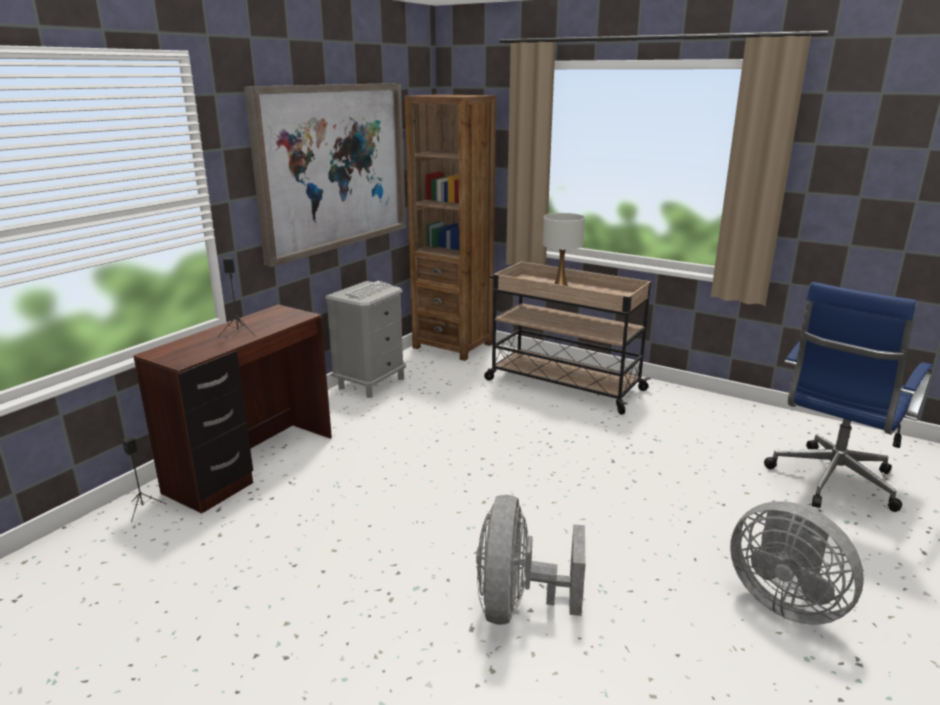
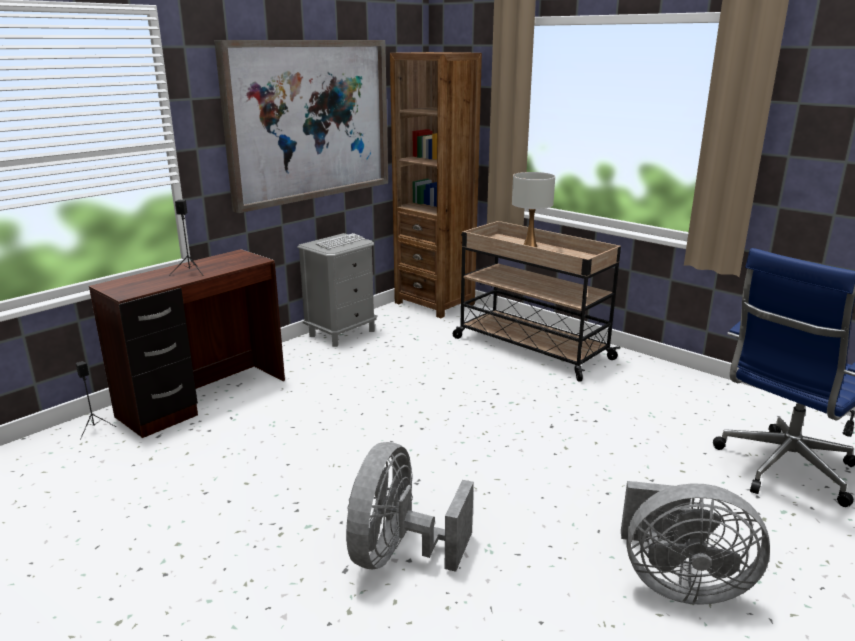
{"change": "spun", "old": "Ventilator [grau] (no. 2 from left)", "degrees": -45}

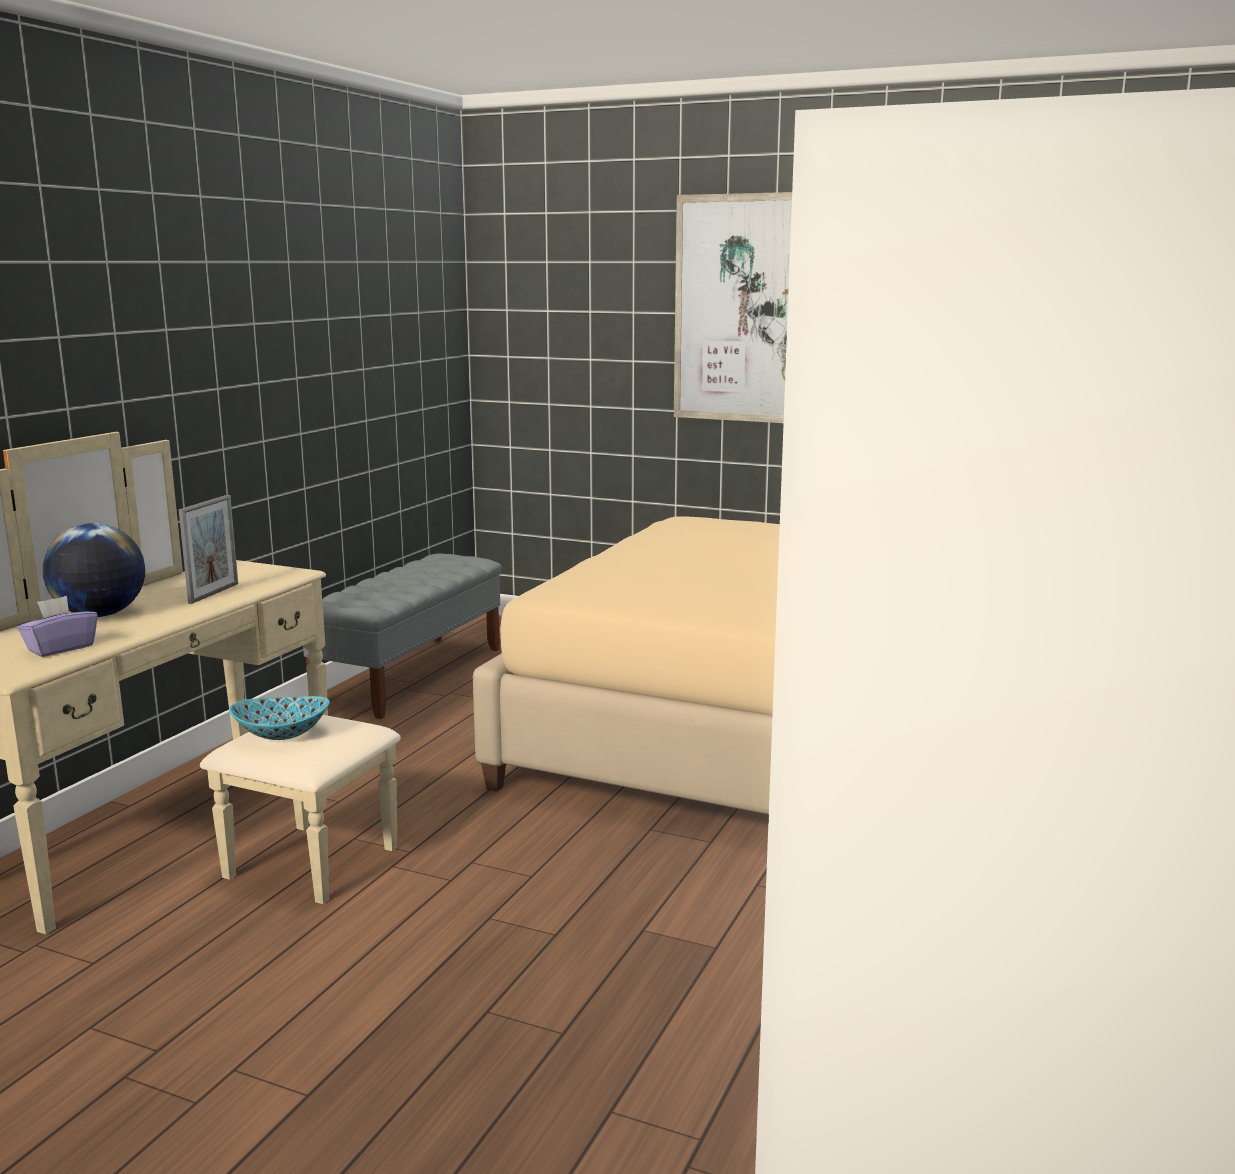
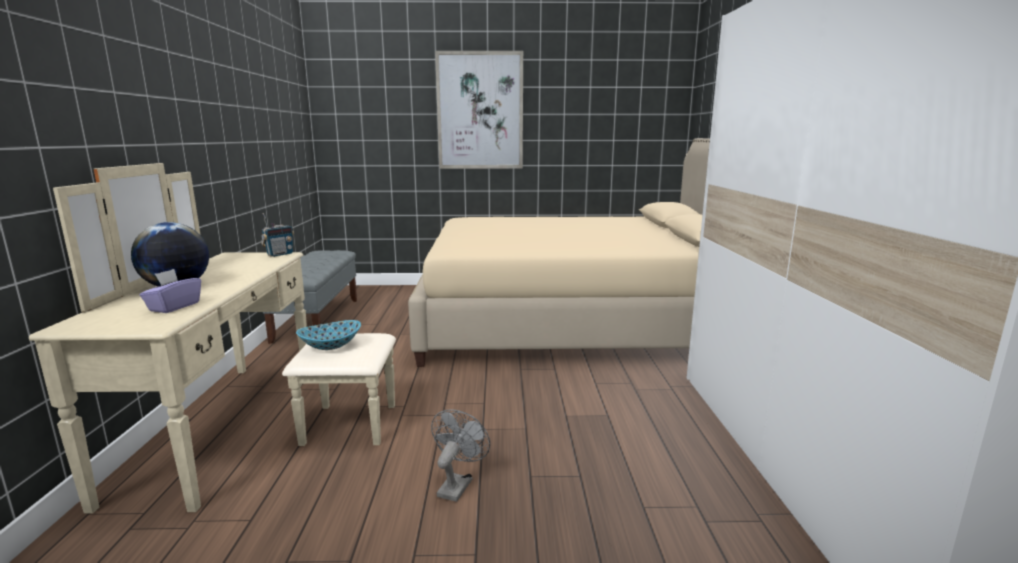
{"change": "missing", "old": "Bilderrahmen"}
{"change": "appeared", "new": "Radio"}
{"change": "appeared", "new": "Ventilator [grau]"}

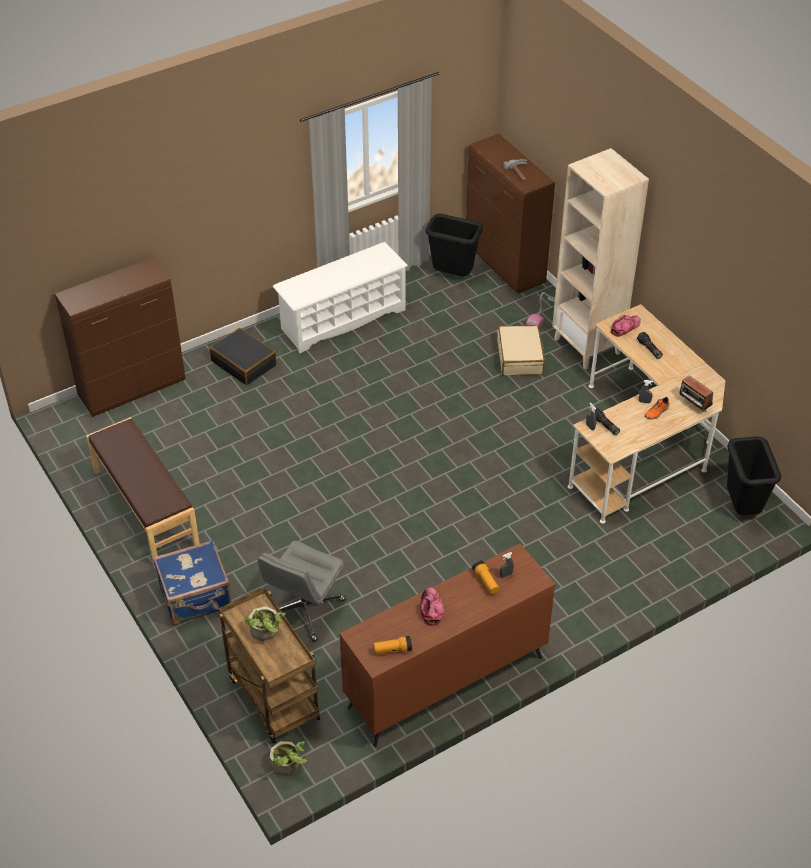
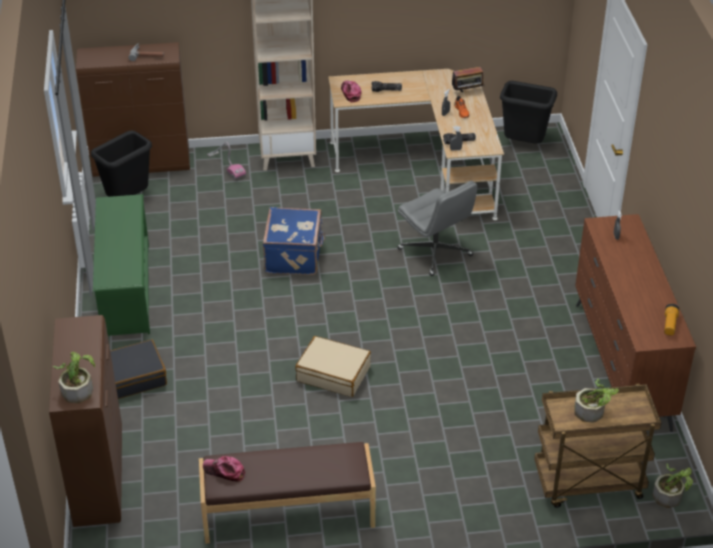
{"change": "colour", "old": "Schuhregal [weiß]", "new": "Schuhregal [grün]"}
{"change": "relocated", "old": "Koffer [beige]"}
{"change": "relocated", "old": "Koffer [blau]"}
{"change": "relocated", "old": "Bürostuhl [grau]"}
{"change": "missing", "old": "Taschenlampe (no. 2 from left)"}
{"change": "relocated", "old": "Kappe (no. 1 from left)"}
{"change": "appeared", "new": "Topfpflanze (no. 1 from left)"}

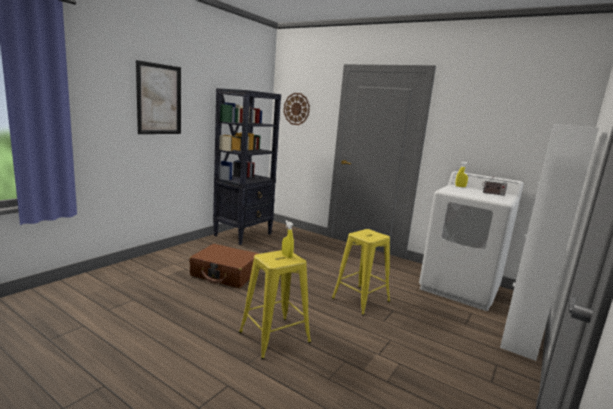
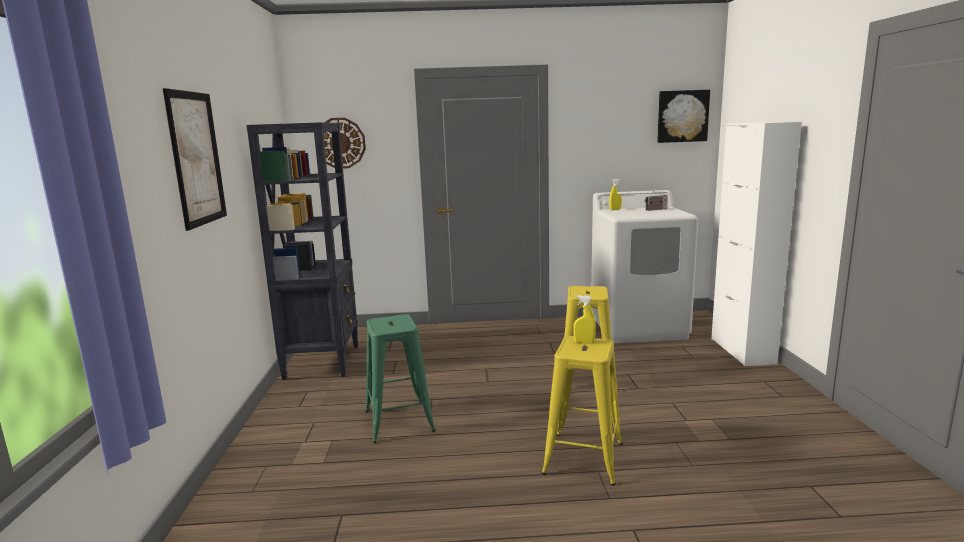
{"change": "exchanged", "old": "Koffer [braun]", "new": "Hocker [grün]"}
{"change": "appeared", "new": "Bild (no. 2 from left)"}

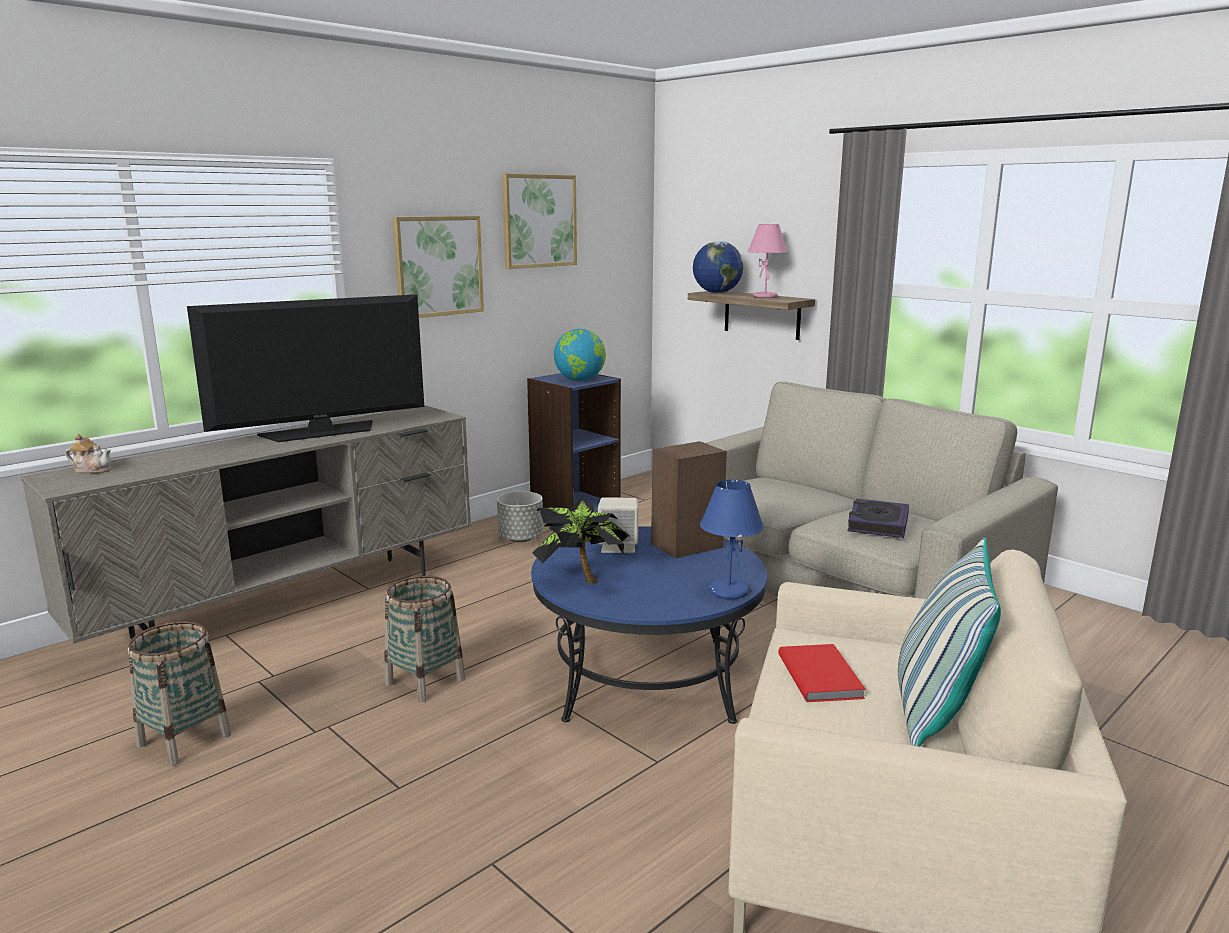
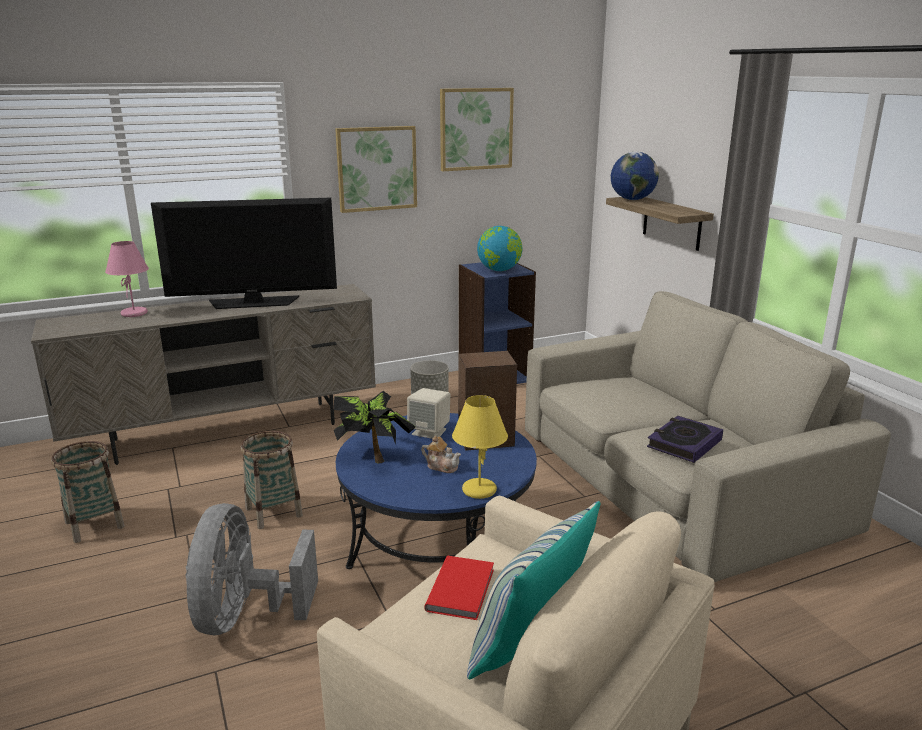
{"change": "relocated", "old": "Tischlampe [rosa]"}
{"change": "relocated", "old": "Teekanne"}
{"change": "colour", "old": "Tischlampe [blau]", "new": "Tischlampe [gelb]"}
{"change": "appeared", "new": "Ventilator [grau]"}

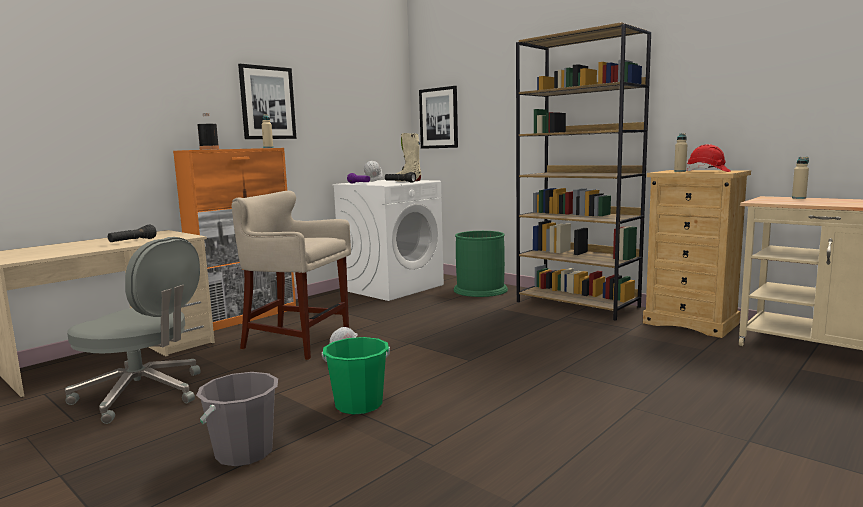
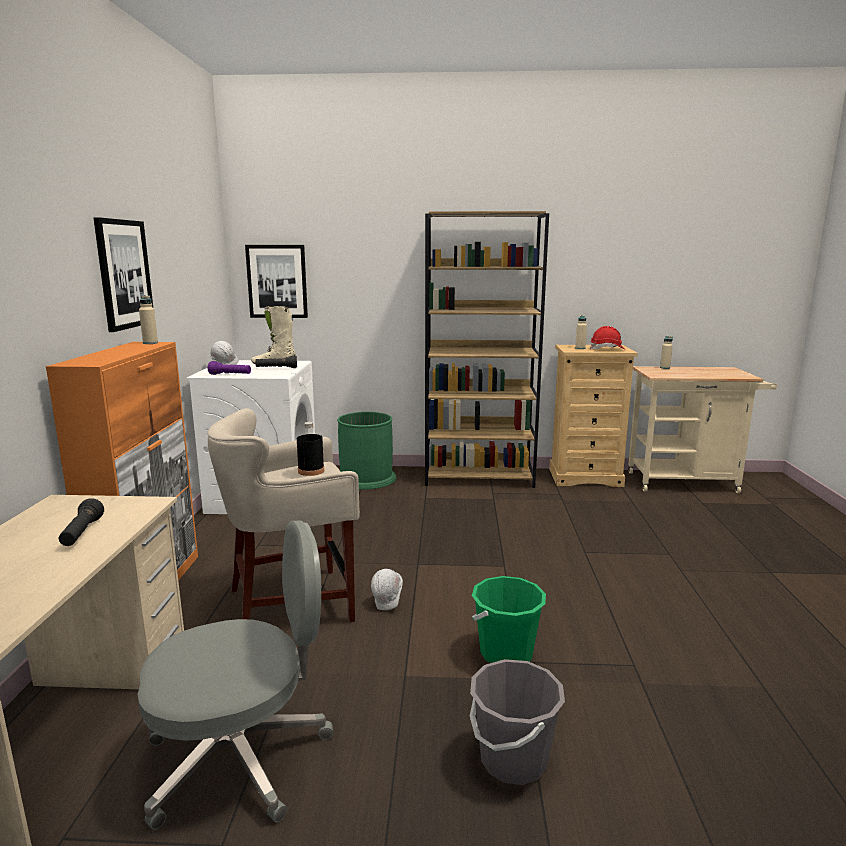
{"change": "relocated", "old": "Flasche [schwarz]"}

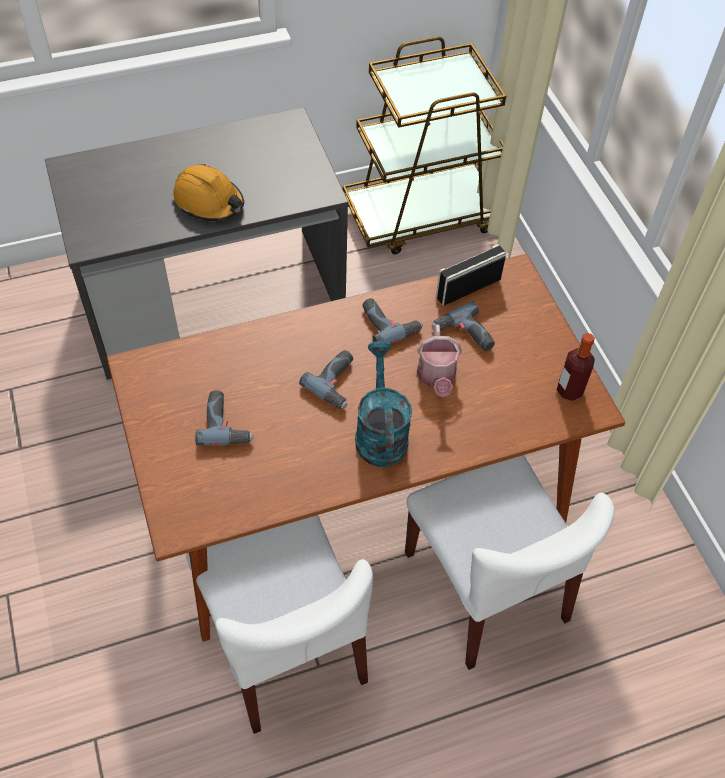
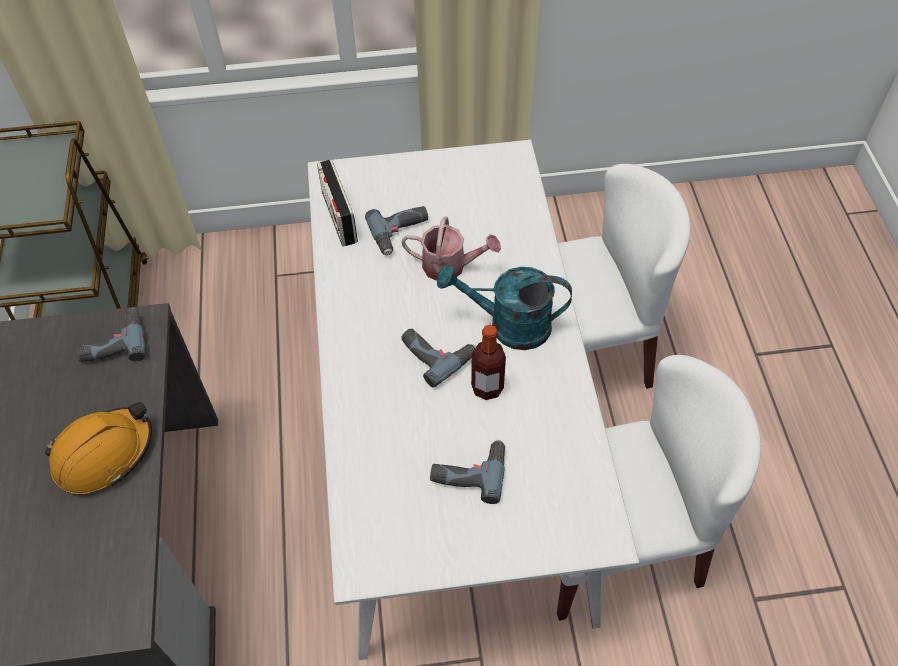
{"change": "colour", "old": "Esstisch [braun]", "new": "Esstisch [weiß]"}
{"change": "relocated", "old": "Bohrmaschine (no. 3 from left in the first image)", "new": "Bohrmaschine (no. 1 from left)"}
{"change": "relocated", "old": "Flasche"}

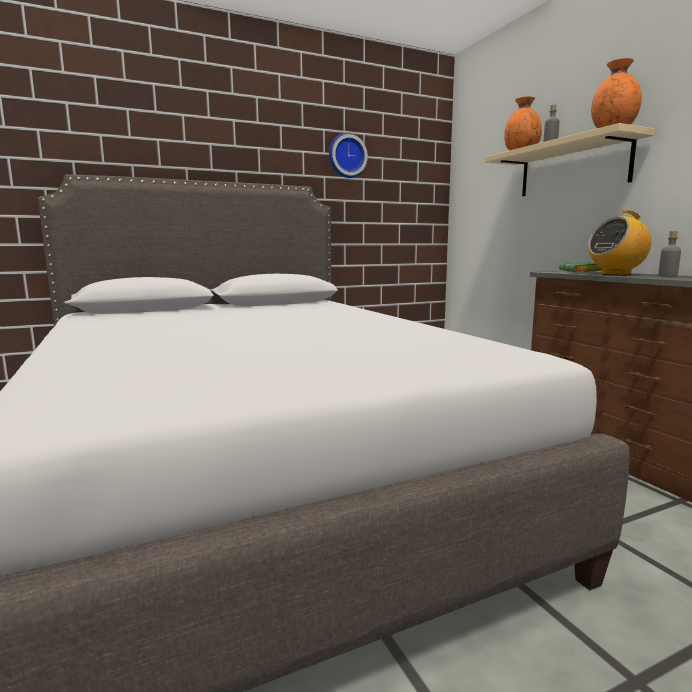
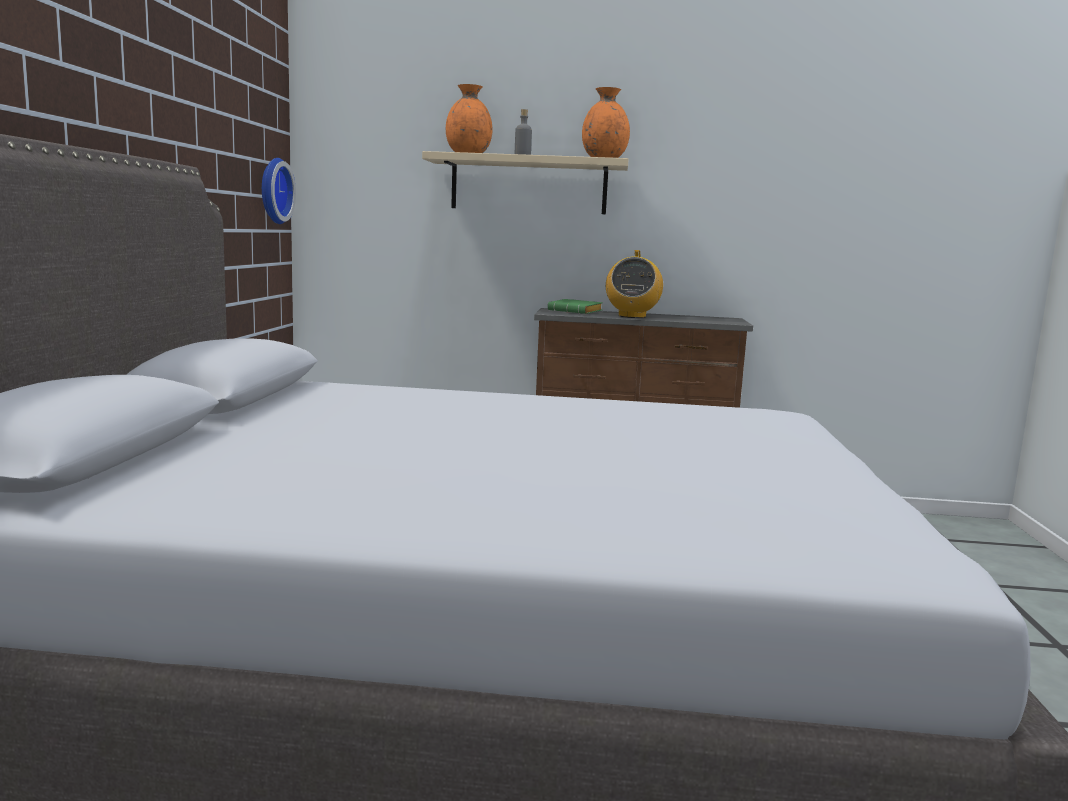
{"change": "relocated", "old": "Wanduhr"}
{"change": "missing", "old": "Flasche [grau] (no. 2 from left)"}

